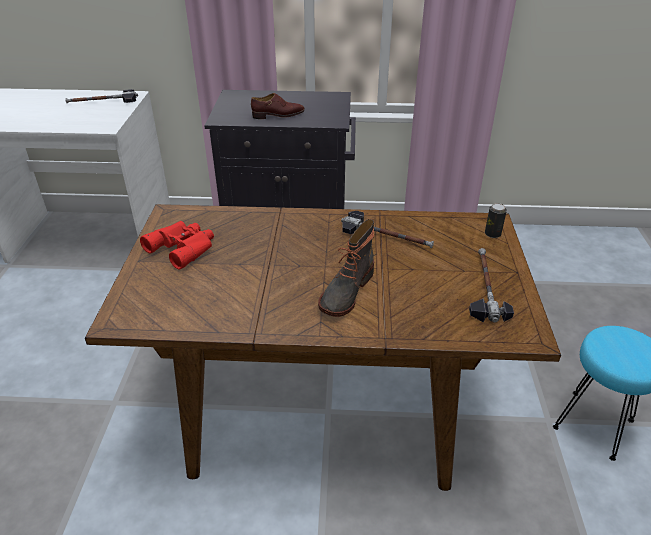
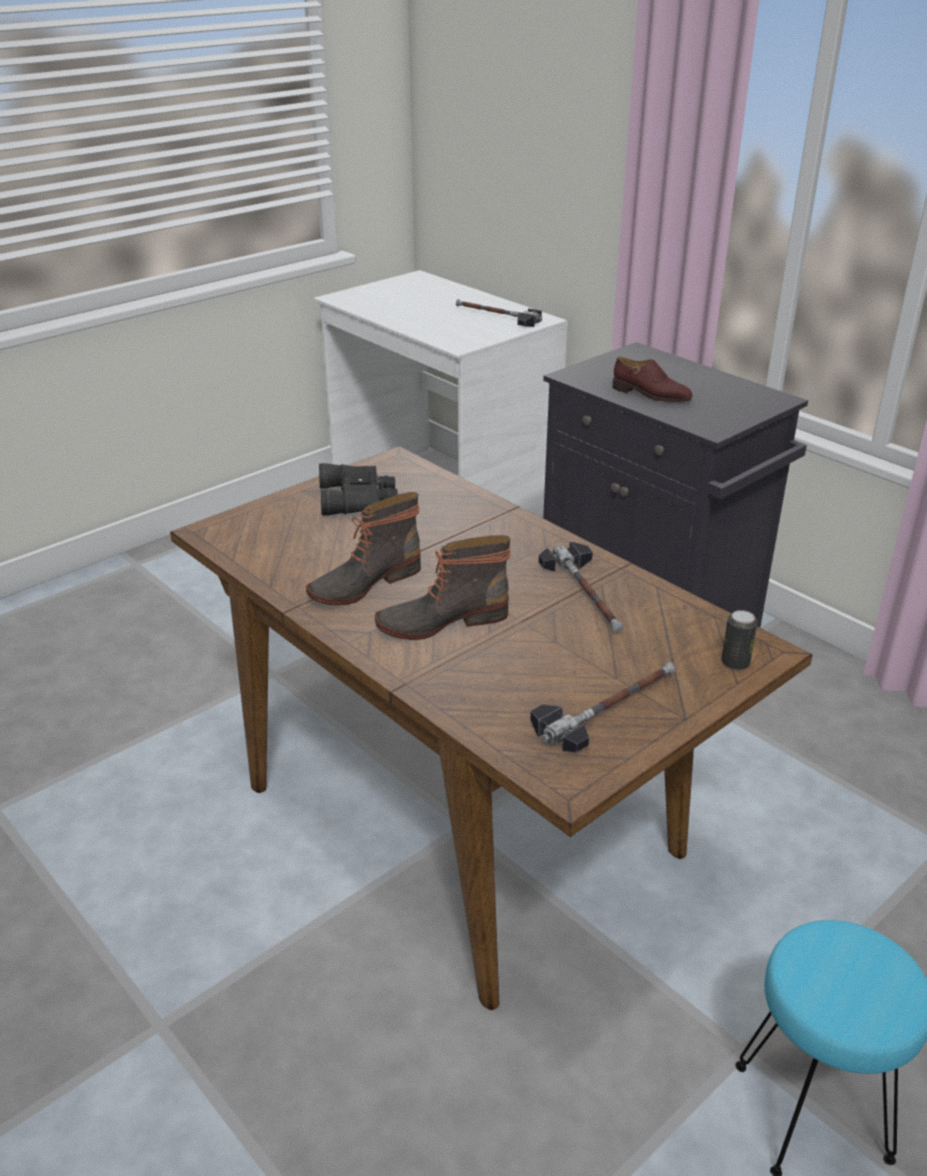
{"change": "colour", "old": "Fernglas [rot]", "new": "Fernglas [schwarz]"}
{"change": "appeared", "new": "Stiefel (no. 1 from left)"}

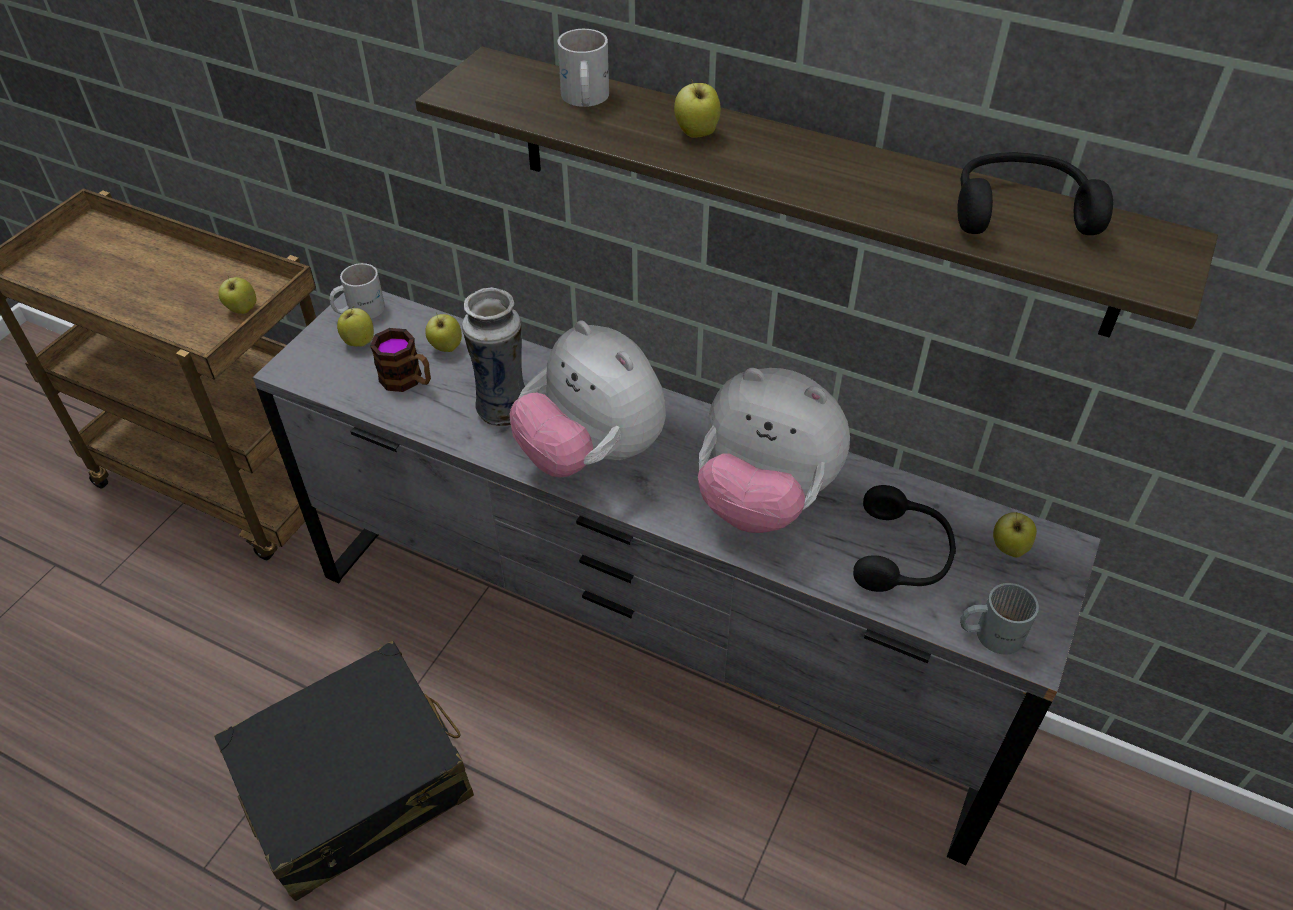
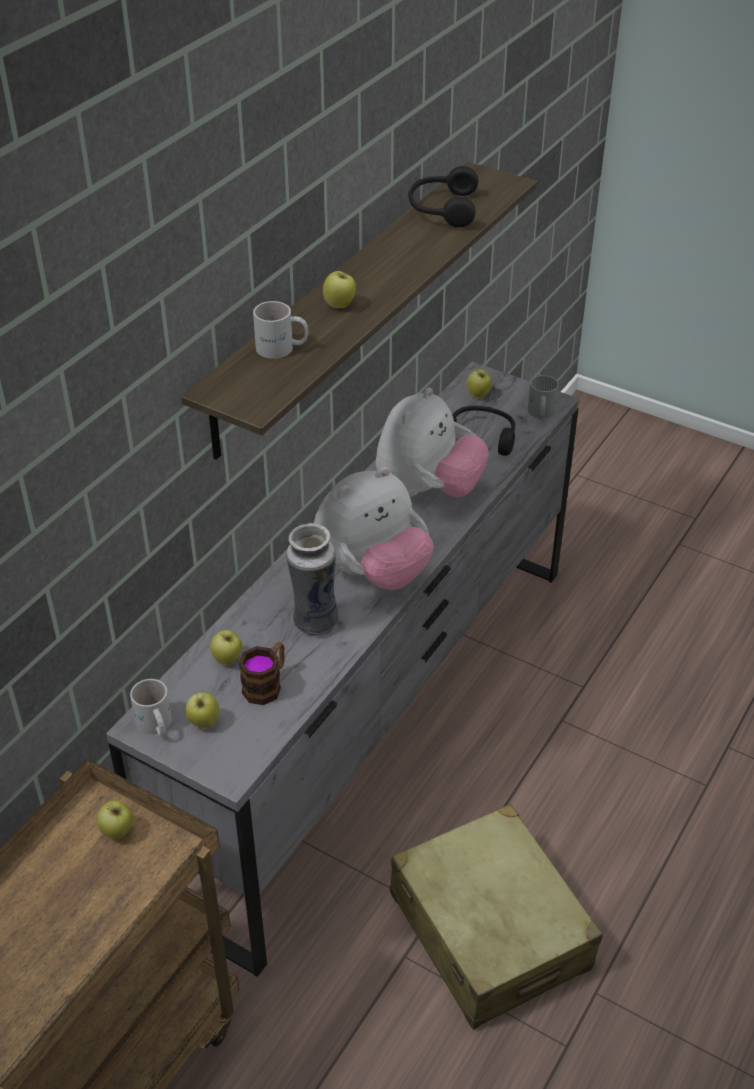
{"change": "colour", "old": "Koffer [schwarz]", "new": "Koffer [beige]"}

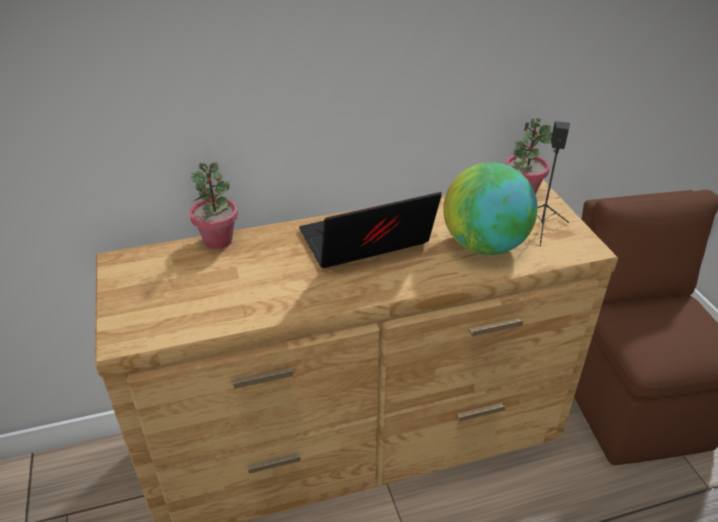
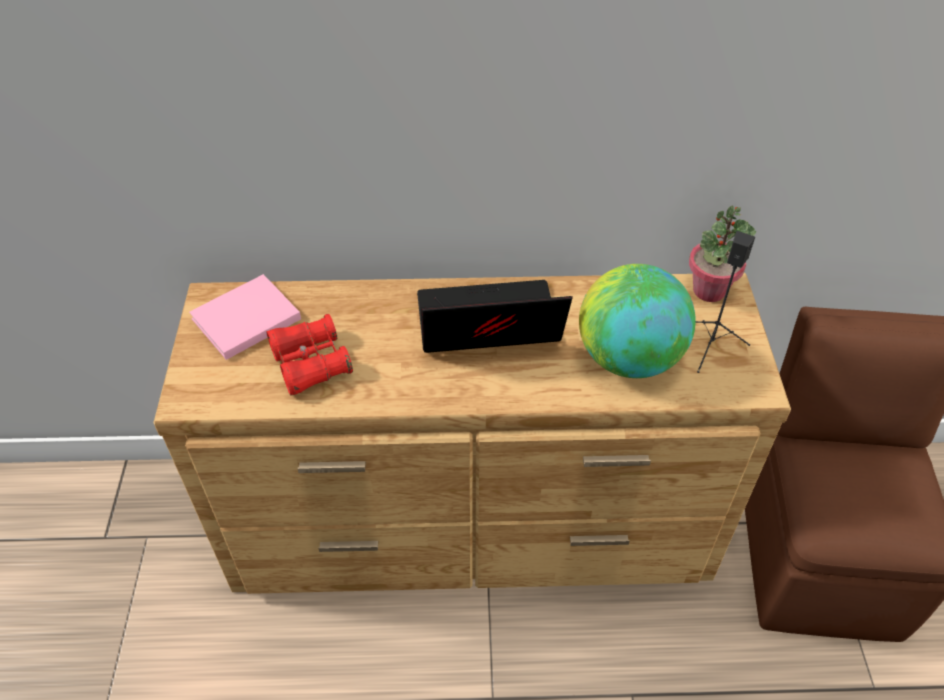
{"change": "missing", "old": "Topfpflanze (no. 1 from left)"}
{"change": "appeared", "new": "Buch [rosa]"}
{"change": "appeared", "new": "Fernglas [rot]"}

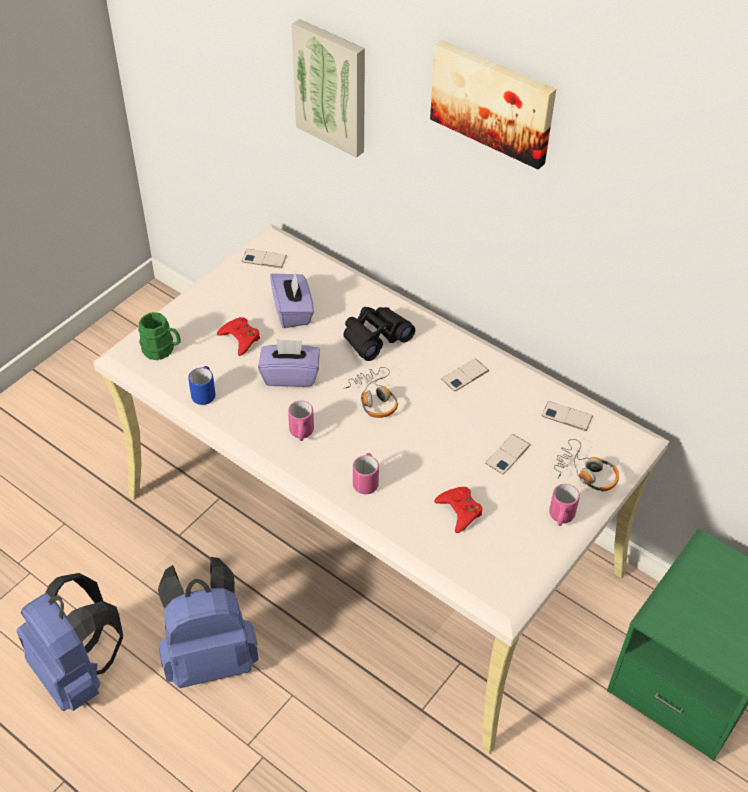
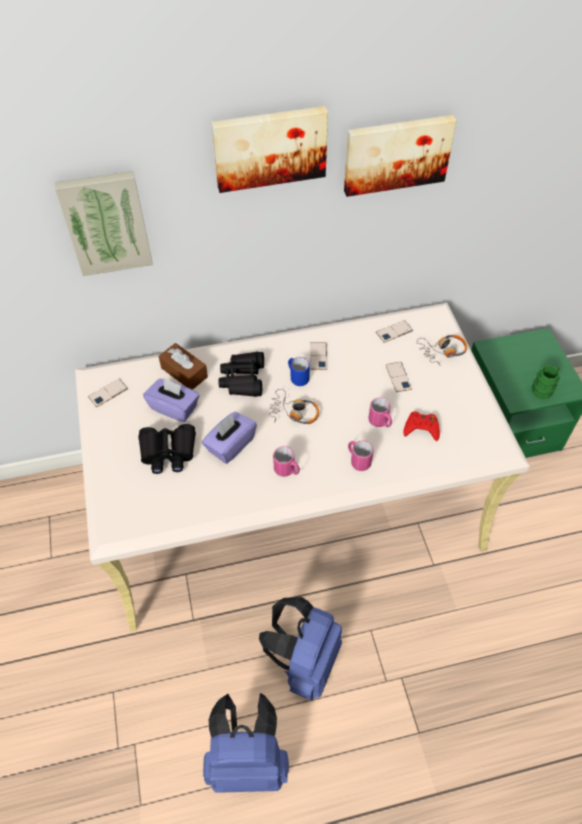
{"change": "relocated", "old": "Henkelbecher [grün]"}
{"change": "exchanged", "old": "Gamepad [rot] (no. 1 from left)", "new": "Fernglas [schwarz] (no. 1 from left)"}
{"change": "relocated", "old": "Henkelbecher [blau]"}
{"change": "relocated", "old": "Henkelbecher [rosa] (no. 3 from left)"}
{"change": "appeared", "new": "Bild (no. 3 from left)"}
{"change": "appeared", "new": "Taschentuchbox [braun]"}

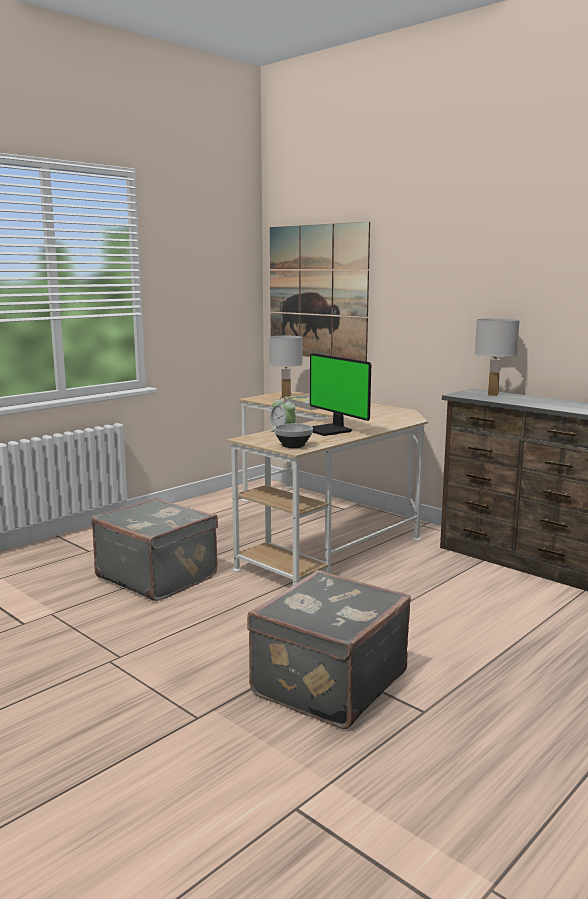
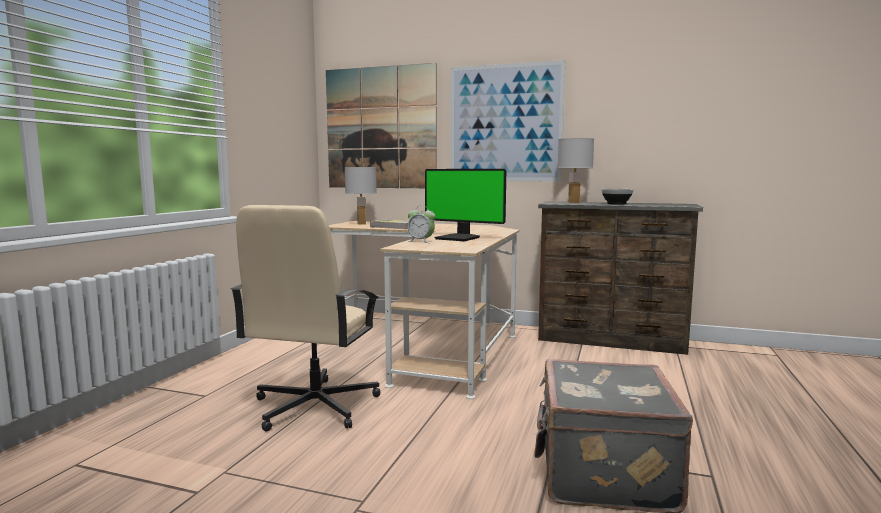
{"change": "relocated", "old": "Schüssel"}
{"change": "exchanged", "old": "Koffer [grau] (no. 1 from left)", "new": "Bürostuhl [beige]"}
{"change": "appeared", "new": "Bild (no. 2 from left)"}

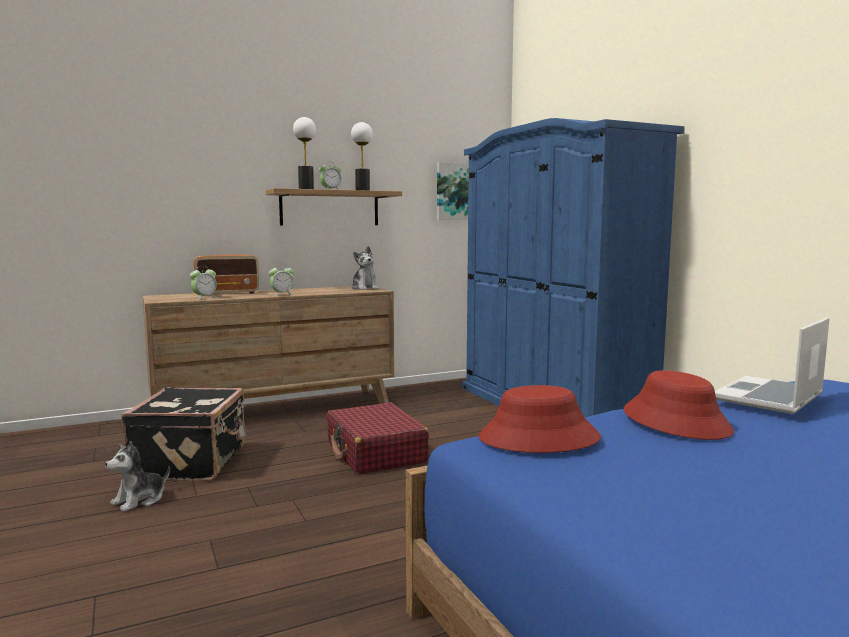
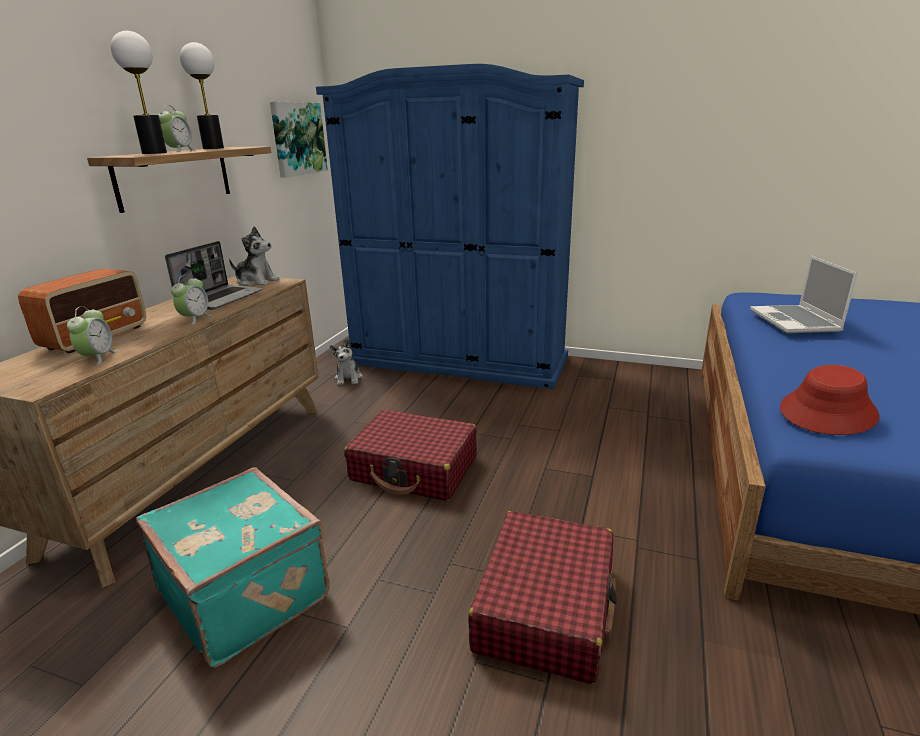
{"change": "missing", "old": "Hut [rot] (no. 2 from left)"}
{"change": "colour", "old": "Koffer [schwarz]", "new": "Koffer [türkis]"}
{"change": "relocated", "old": "Plüschtier (no. 1 from left in the first image)", "new": "Plüschtier (no. 2 from left)"}
{"change": "appeared", "new": "Laptop (no. 1 from left)"}
{"change": "appeared", "new": "Koffer [rot] (no. 2 from left)"}

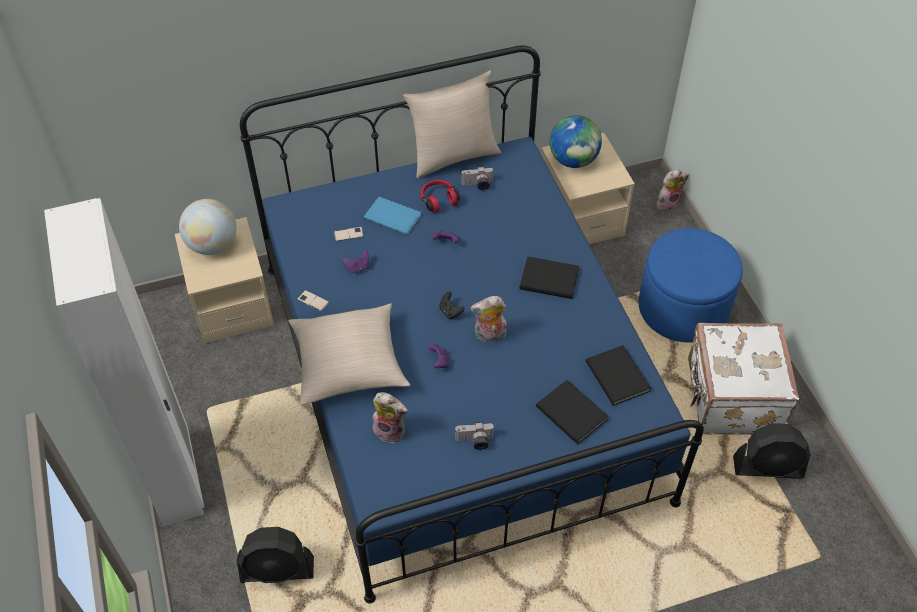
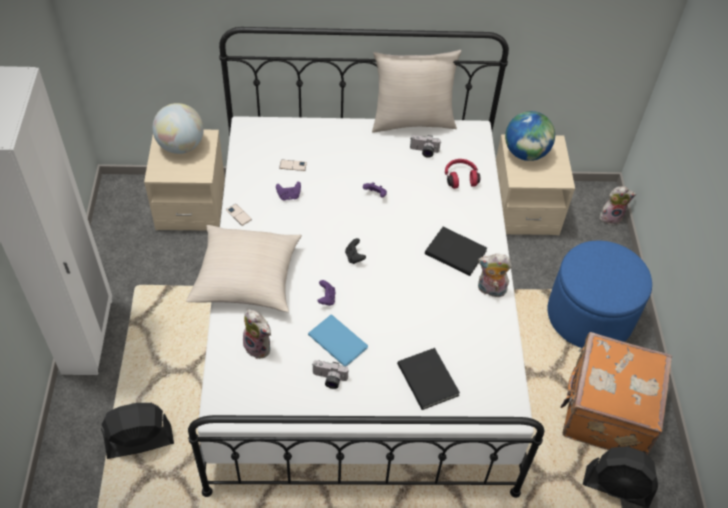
{"change": "colour", "old": "Bett [blau]", "new": "Bett [weiß]"}
{"change": "relocated", "old": "Kopfhörer [rot]"}
{"change": "relocated", "old": "Buch [blau]"}
{"change": "relocated", "old": "Plüschtier (no. 2 from left)"}
{"change": "colour", "old": "Koffer [weiß]", "new": "Koffer [orange]"}
{"change": "missing", "old": "Buch [schwarz] (no. 3 from left)"}
{"change": "spun", "old": "Ventilator [schwarz] (no. 1 from left)", "degrees": 150}

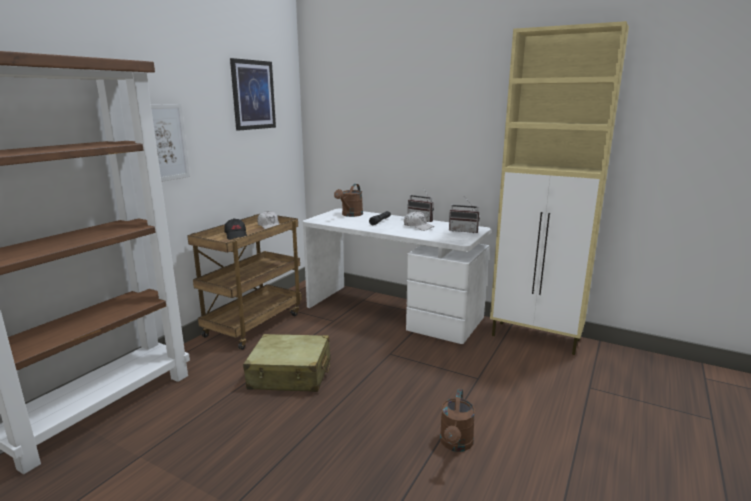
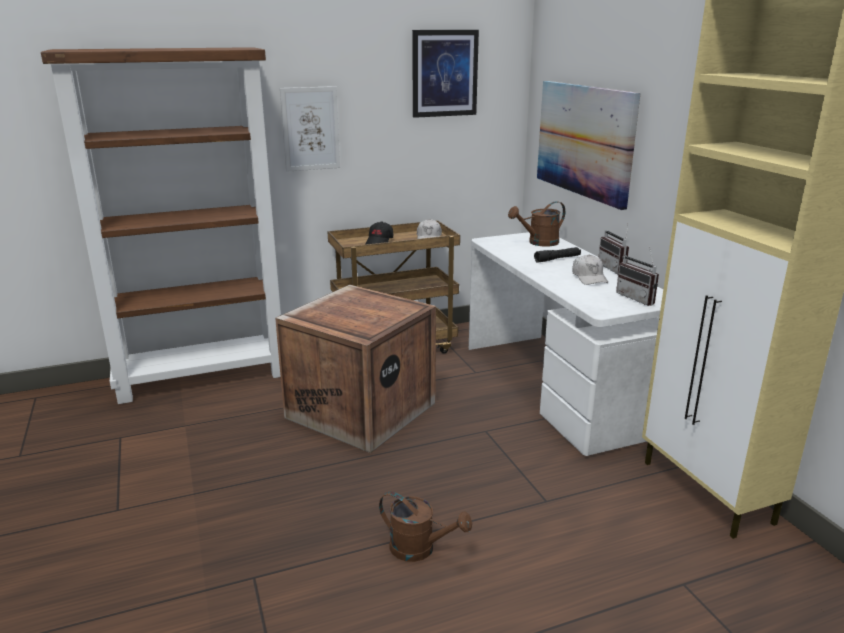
{"change": "exchanged", "old": "Koffer [beige]", "new": "Kiste"}
{"change": "spun", "old": "Gießkanne [braun] (no. 2 from left in the first image)", "degrees": -120}
{"change": "appeared", "new": "Bild (no. 3 from left)"}

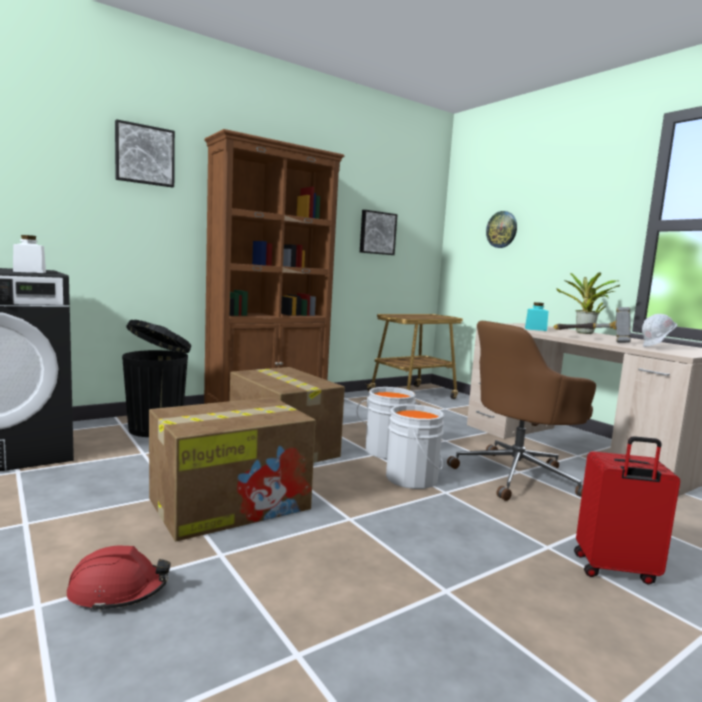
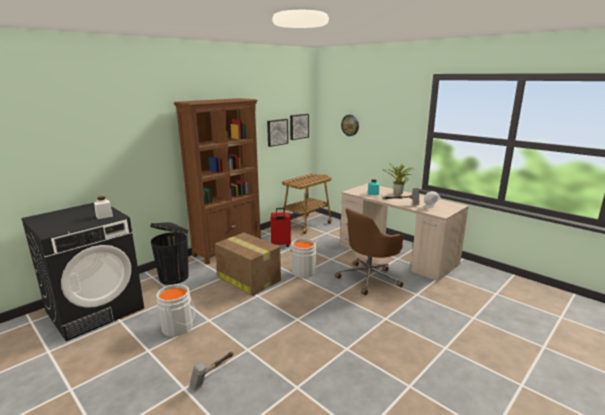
{"change": "relocated", "old": "Bild (no. 1 from left in the first image)", "new": "Bild (no. 2 from left)"}
{"change": "missing", "old": "Karton (no. 1 from left)"}
{"change": "relocated", "old": "Eimer [grau] (no. 2 from left in the first image)", "new": "Eimer [grau] (no. 1 from left)"}
{"change": "relocated", "old": "Koffer [rot]"}
{"change": "exchanged", "old": "Schutzhelm [rot]", "new": "Hammer (no. 1 from left)"}

